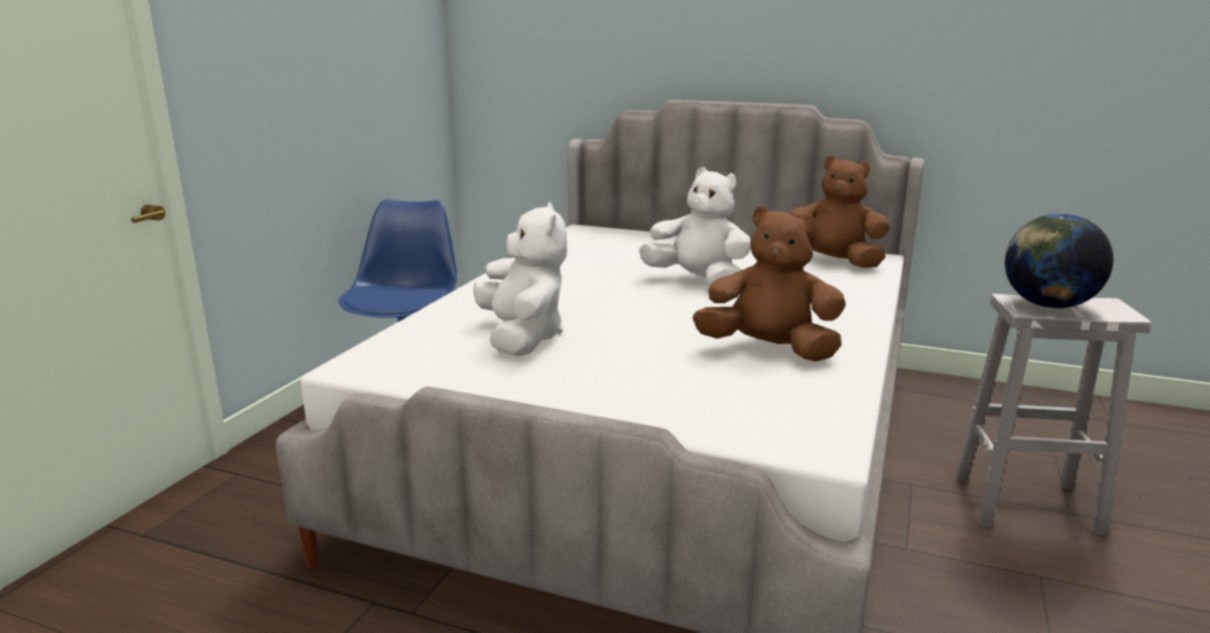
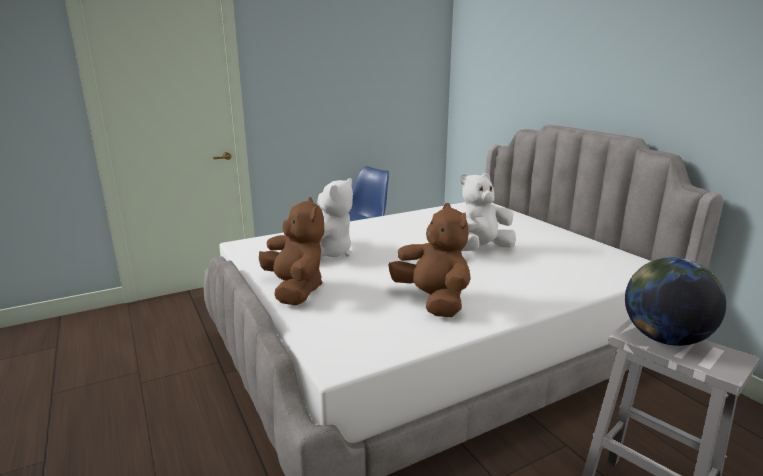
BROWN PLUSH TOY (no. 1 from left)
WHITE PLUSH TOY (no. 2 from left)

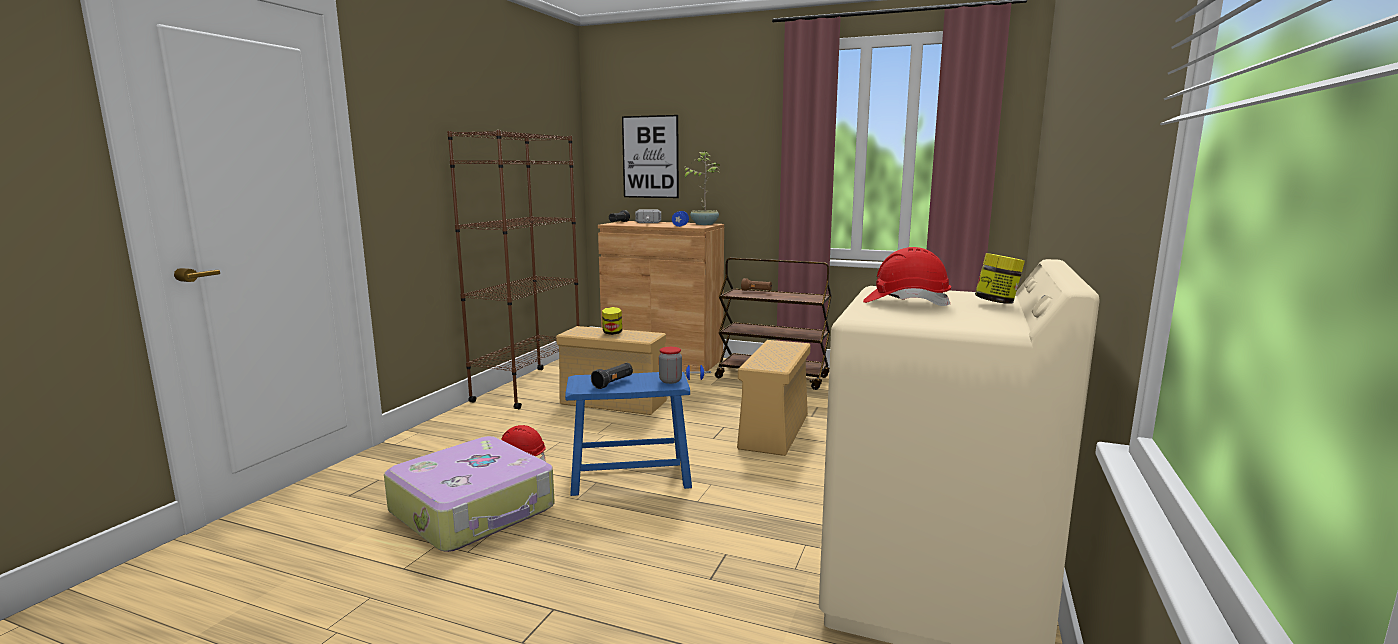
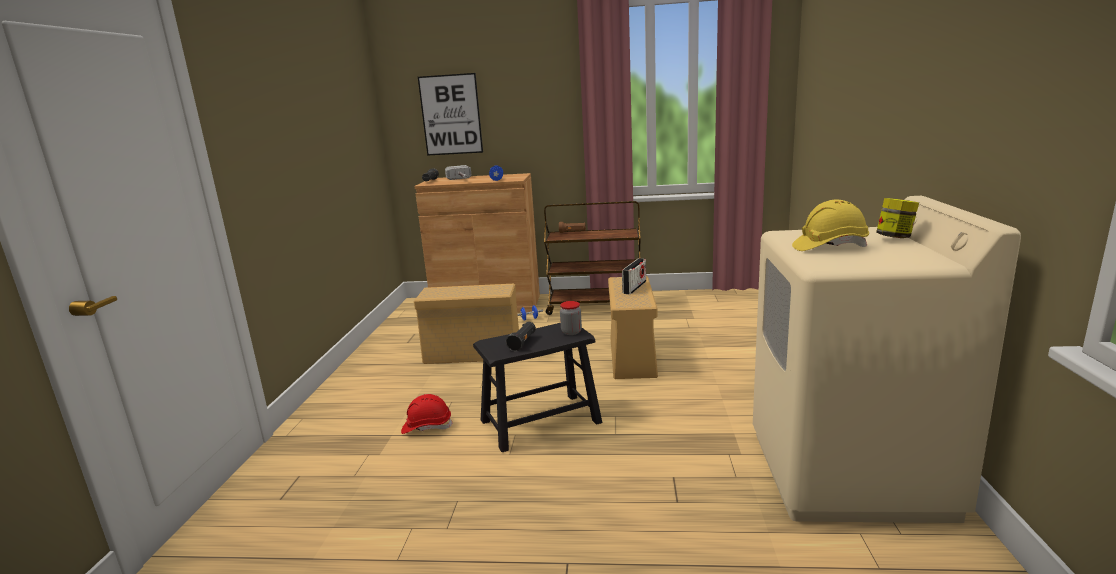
BROWN BOOKCASE
POTTED PLANT
YELLOW HARD HAT
JAR (no. 1 from left in the first image)
BLACK STOOL
SUITCASE
RADIO

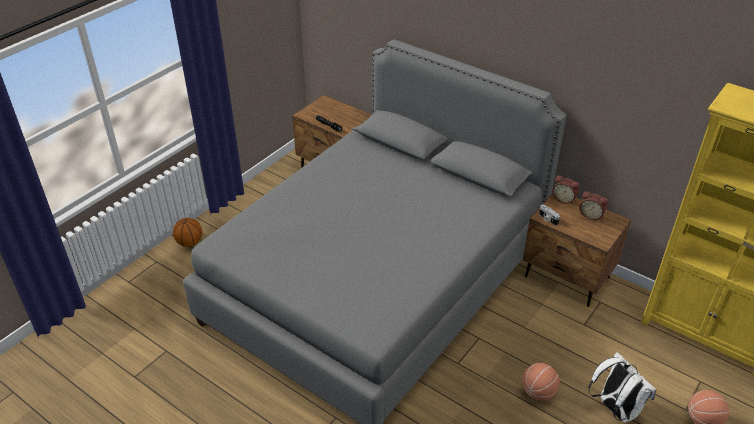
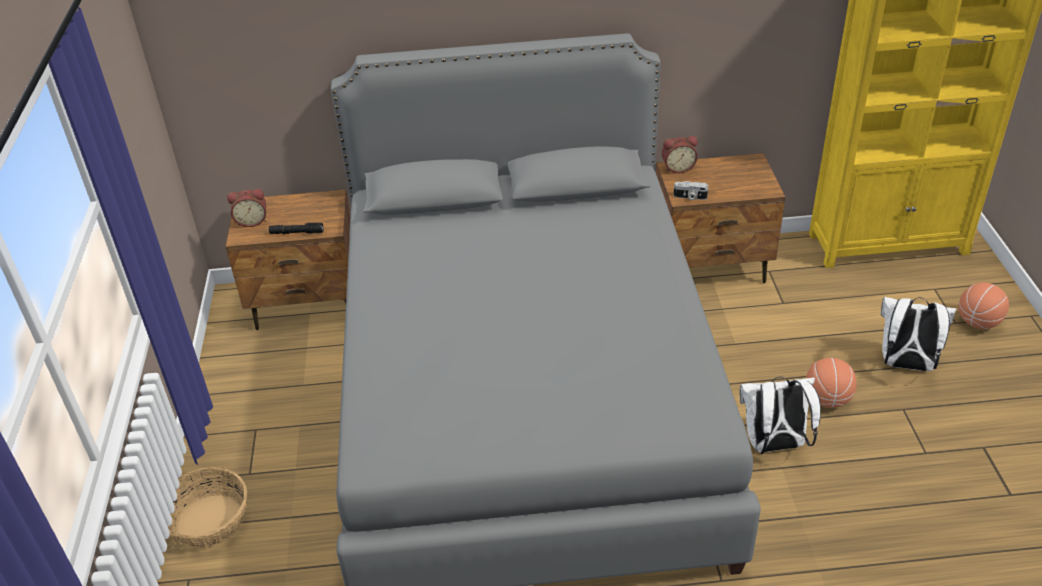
ALARM CLOCK (no. 1 from left)
BASKET
WHITE BACKPACK (no. 1 from left)

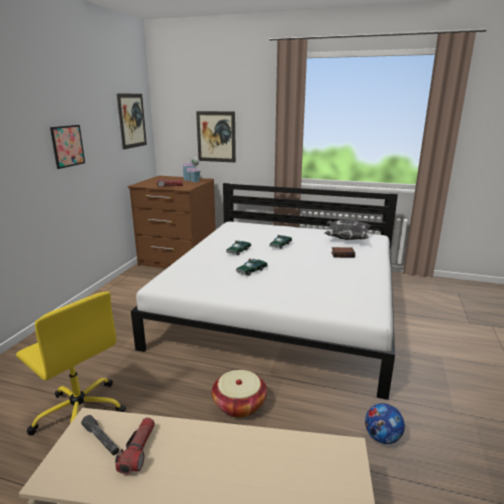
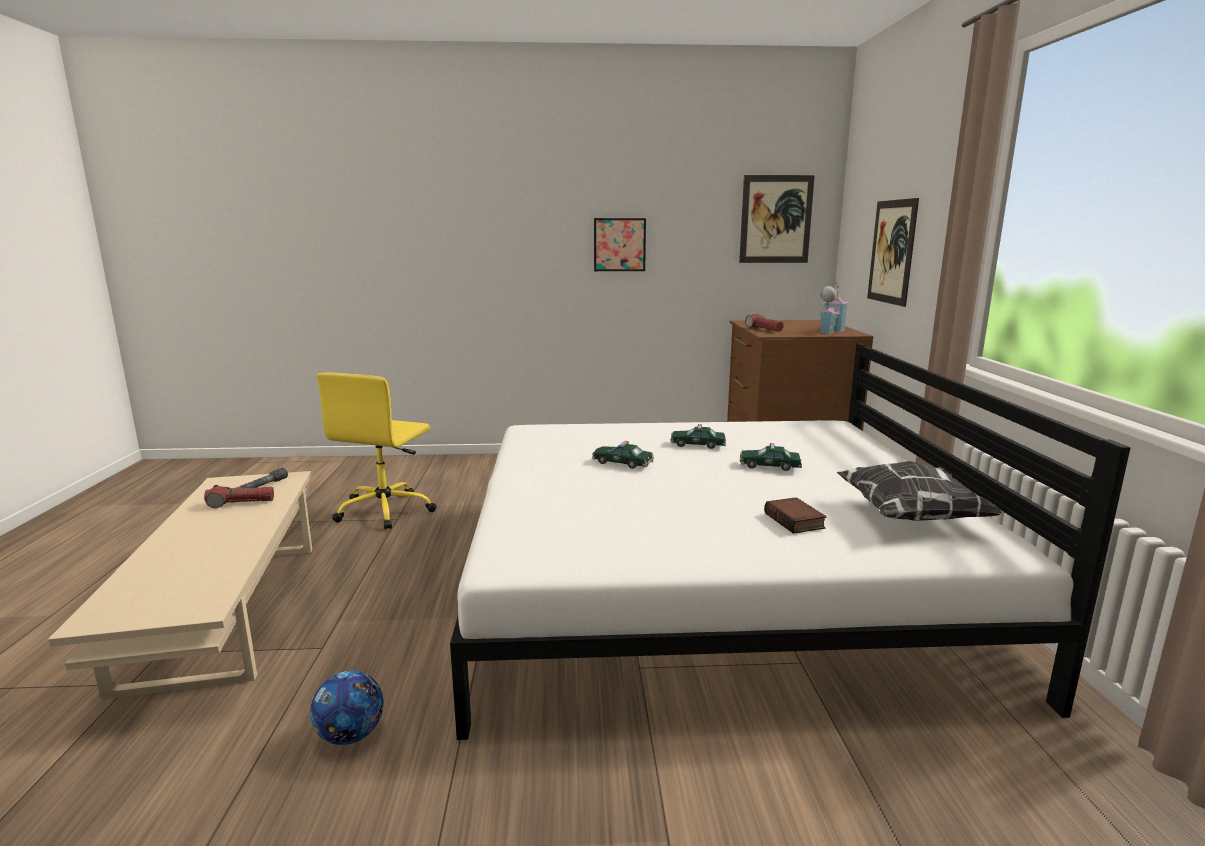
BASKET

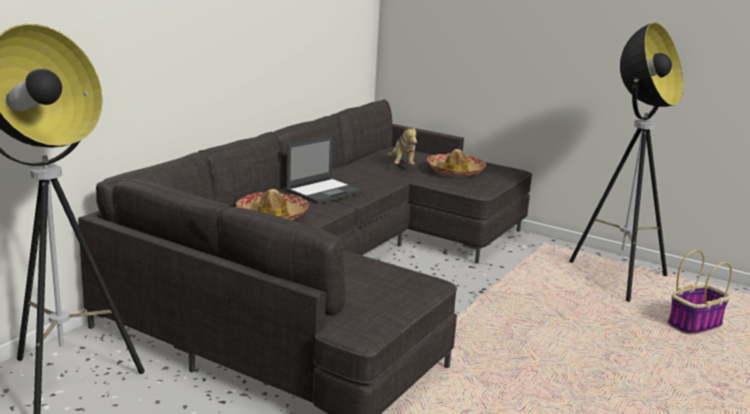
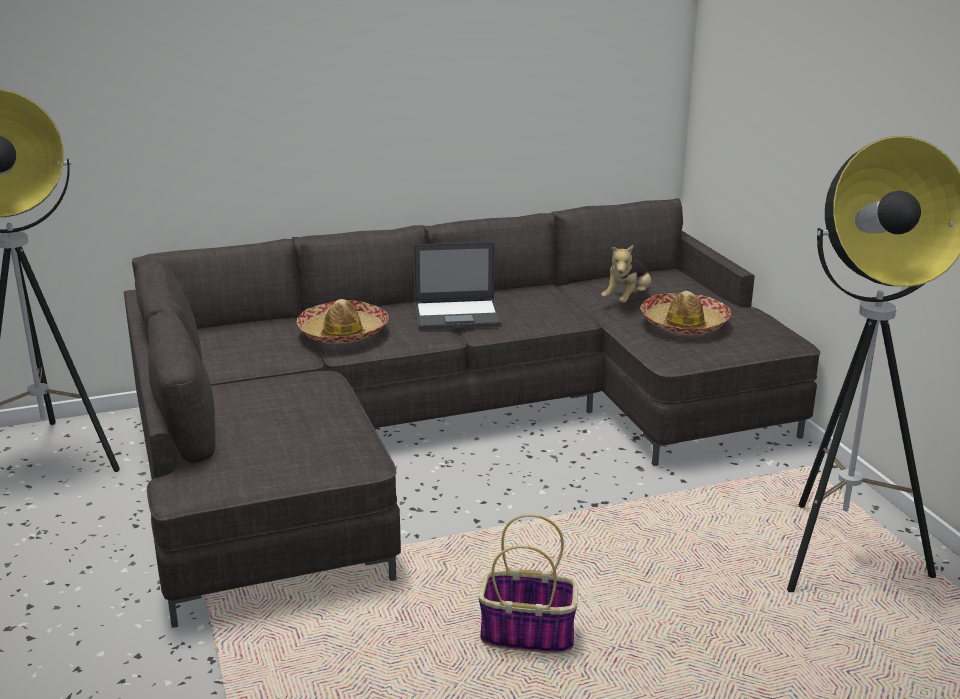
BASKET

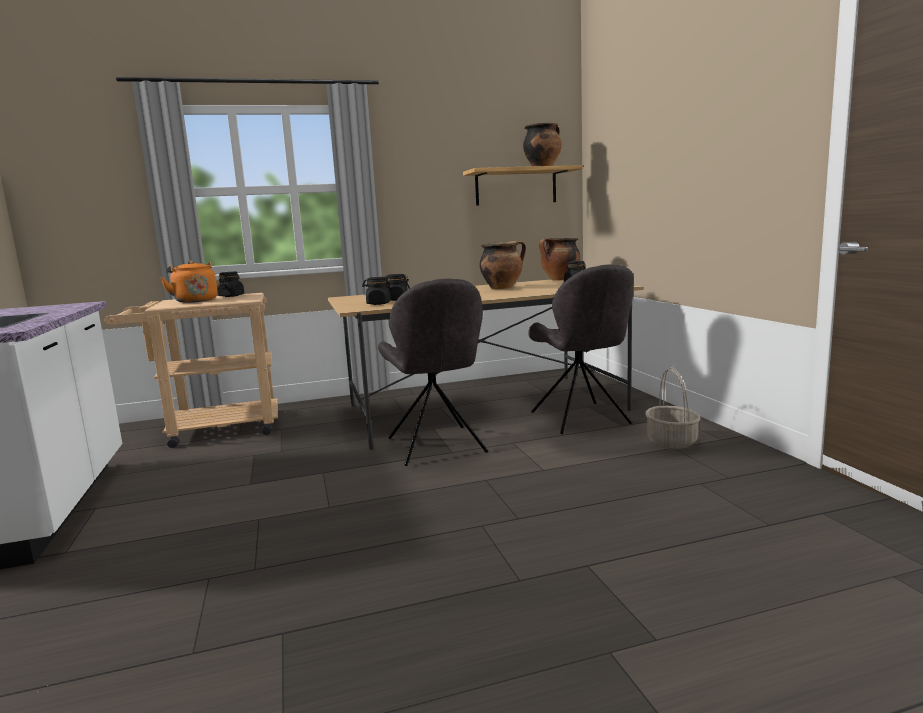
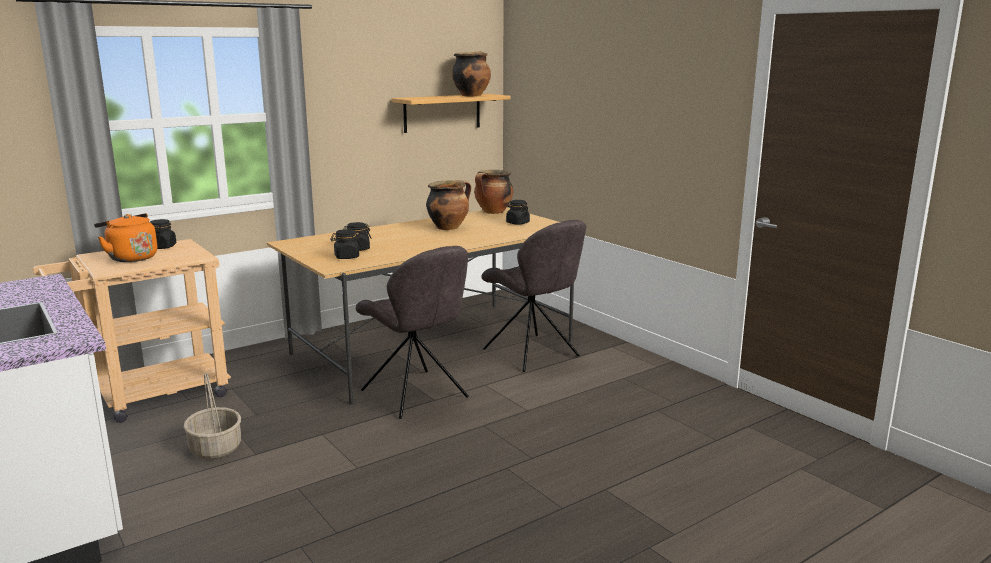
BASKET

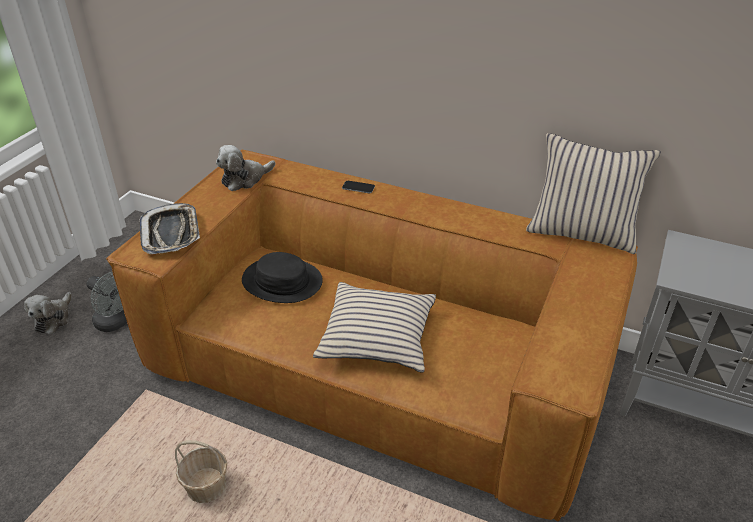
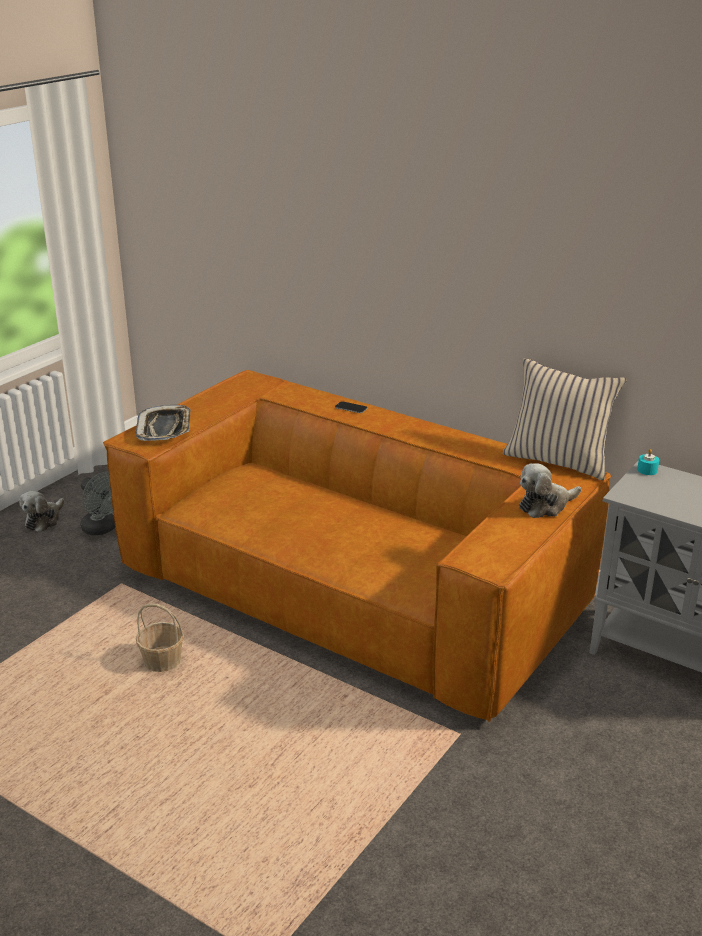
PLUSH TOY (no. 2 from left)
BLACK HAT
BEIGE PILLOW (no. 1 from left in the first image)
TURQUOISE CANDLE

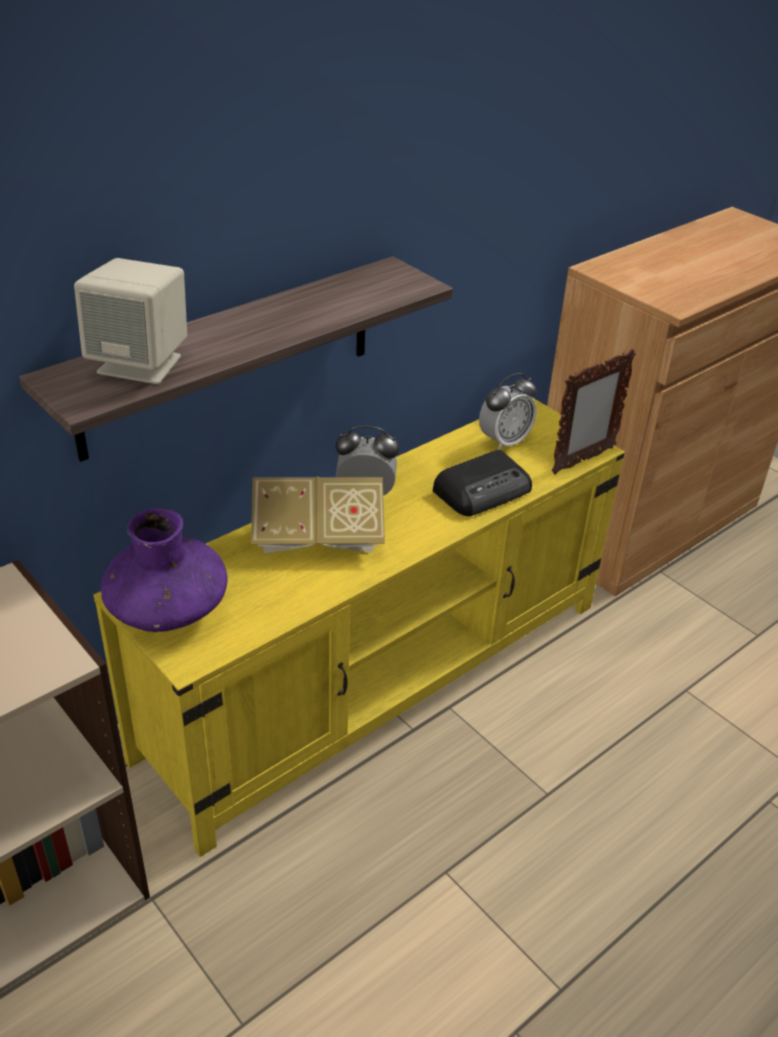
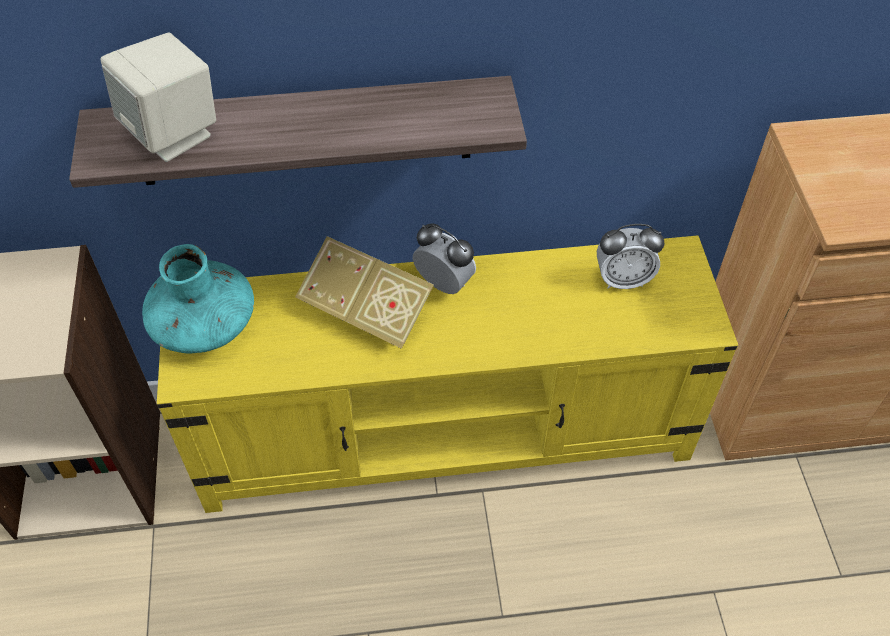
PICTURE FRAME
RADIO
TURQUOISE VASE

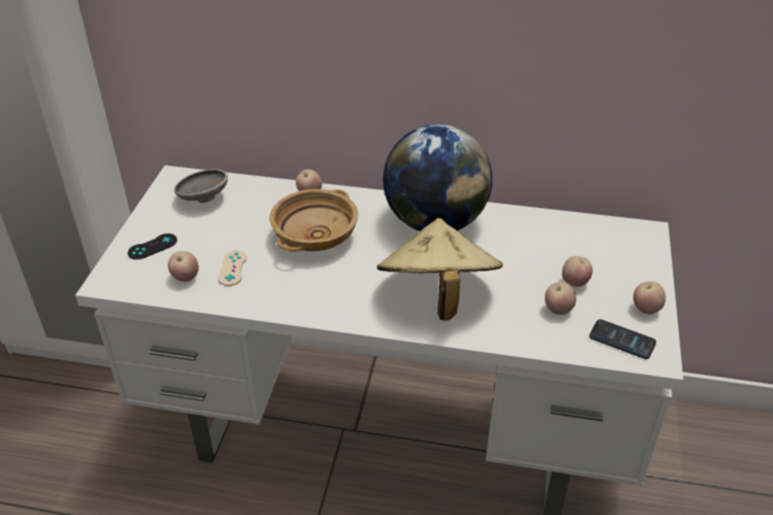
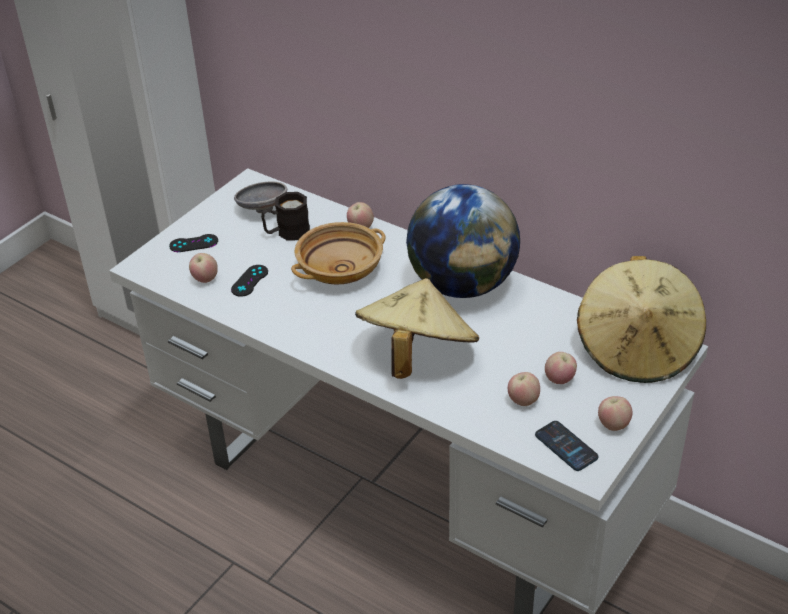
BLACK GAME CONTROLLER (no. 2 from left)
BLACK MUG
BEIGE HAT (no. 2 from left)

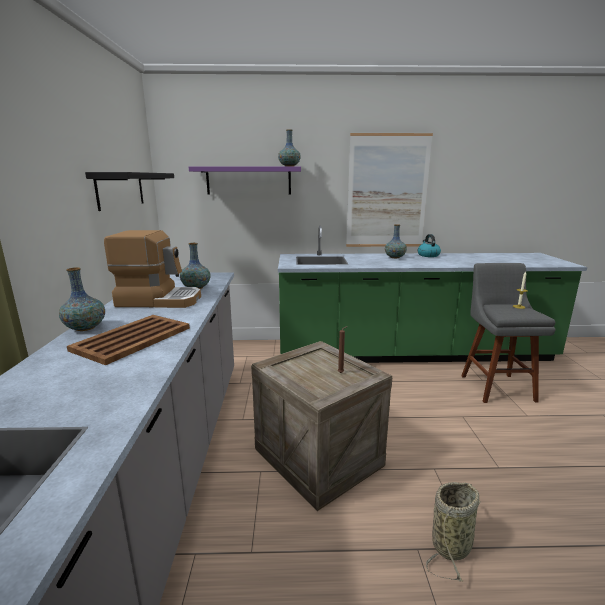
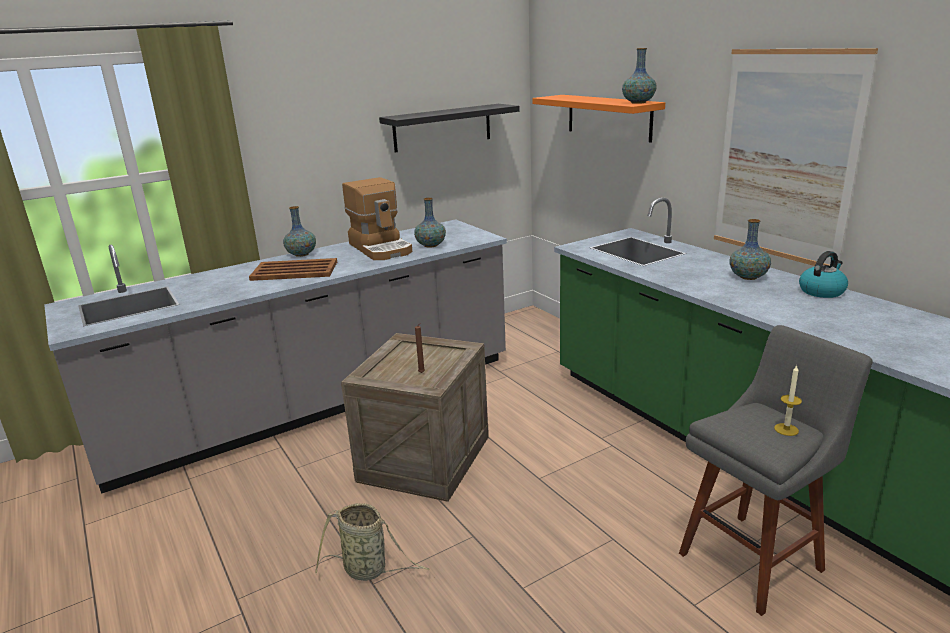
ORANGE SHELF

